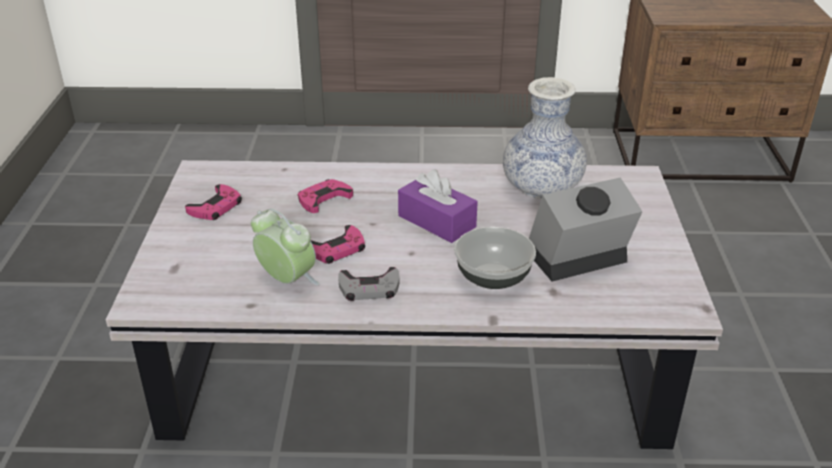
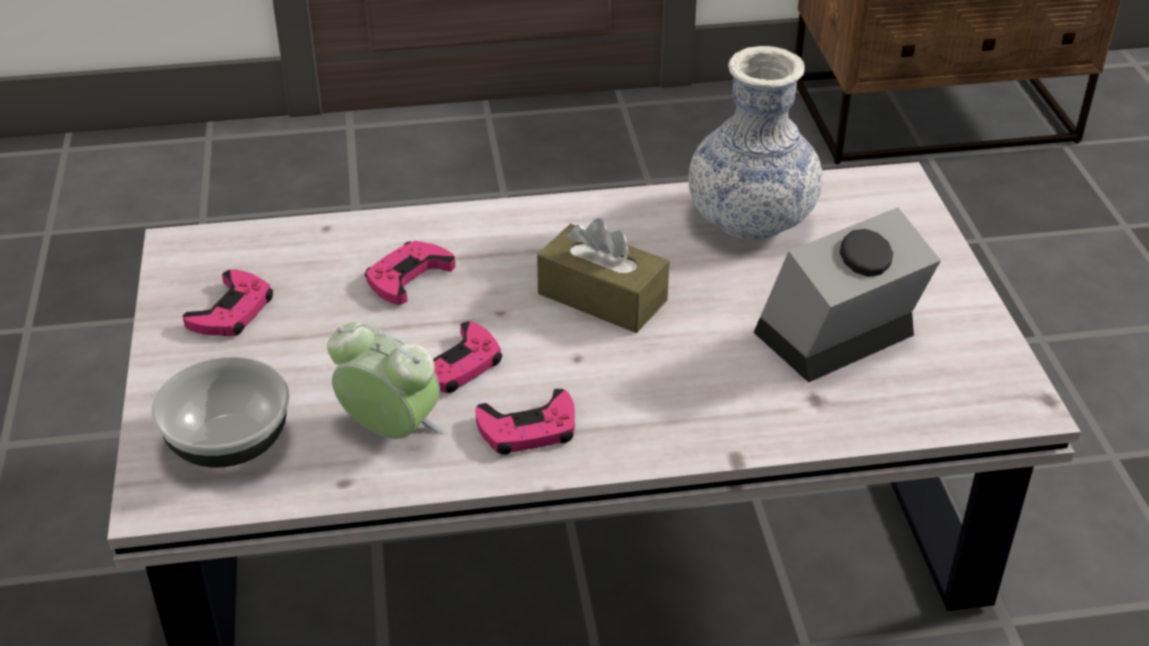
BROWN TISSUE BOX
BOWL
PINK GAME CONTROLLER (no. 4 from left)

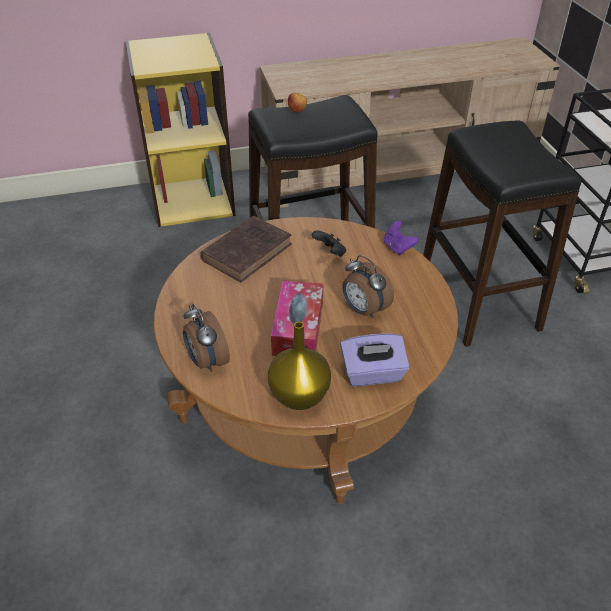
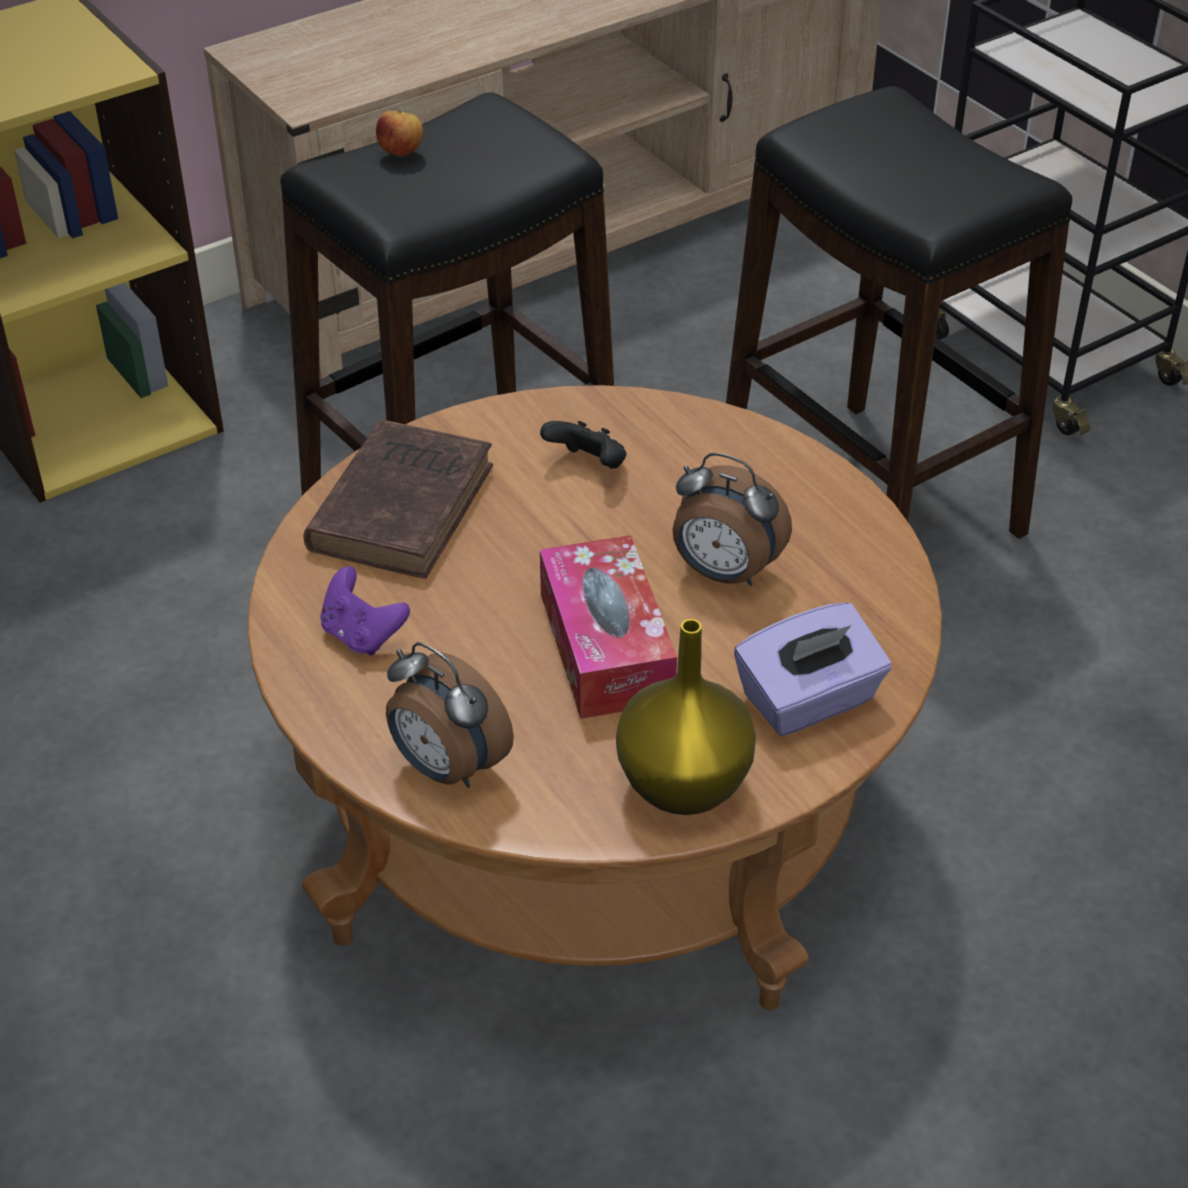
PURPLE GAME CONTROLLER

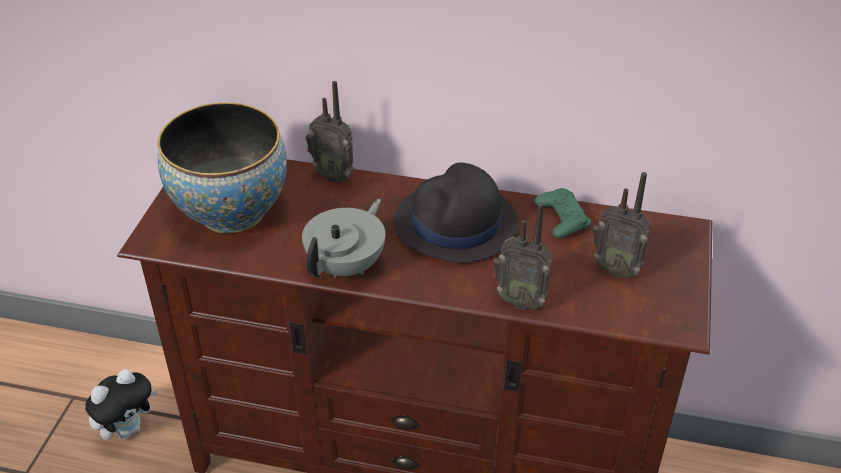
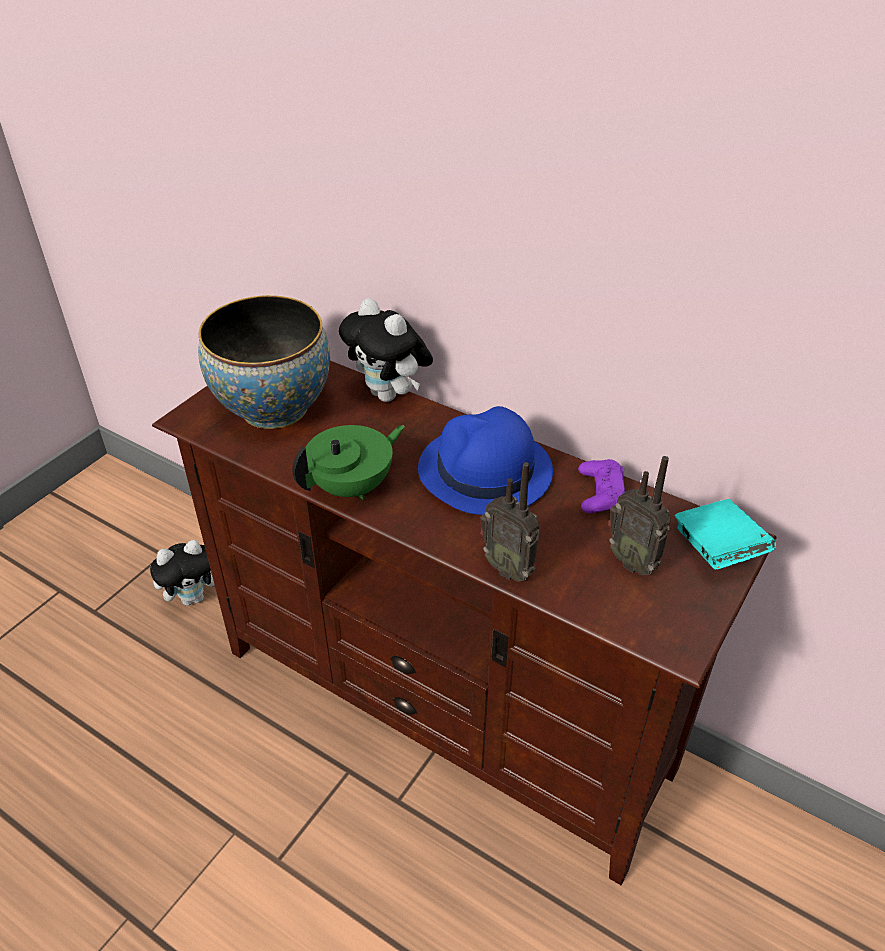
PLUSH TOY (no. 2 from left)
BLUE HAT
PURPLE GAME CONTROLLER
GREEN TEAPOT
TURQUOISE BOOK

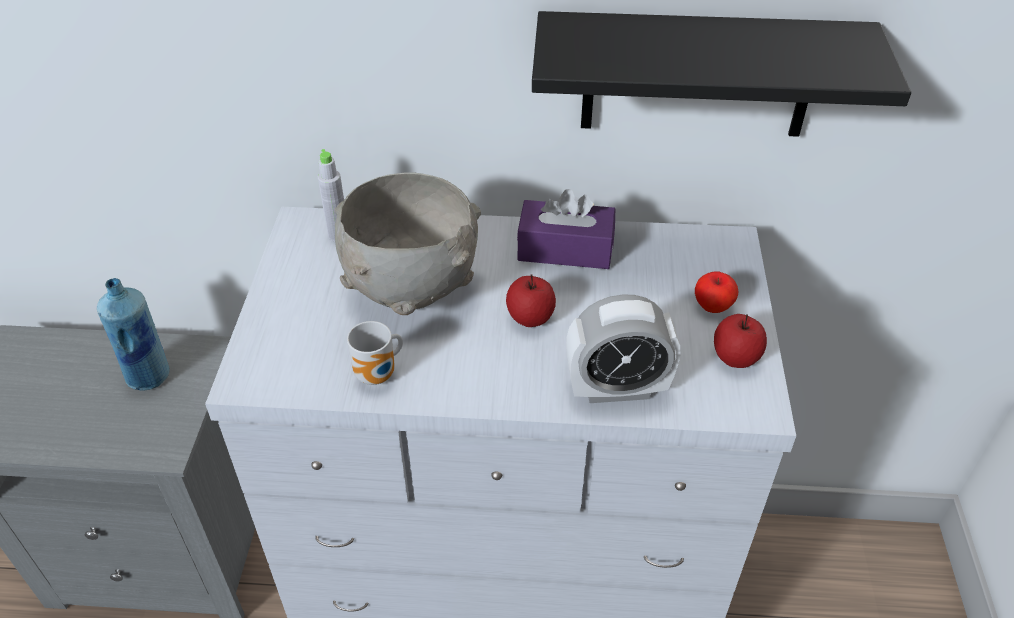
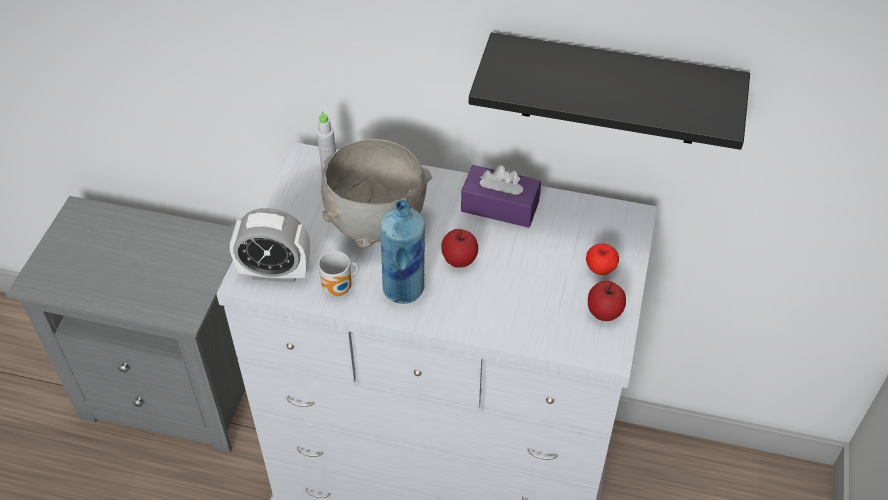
BLUE BOTTLE
ALARM CLOCK

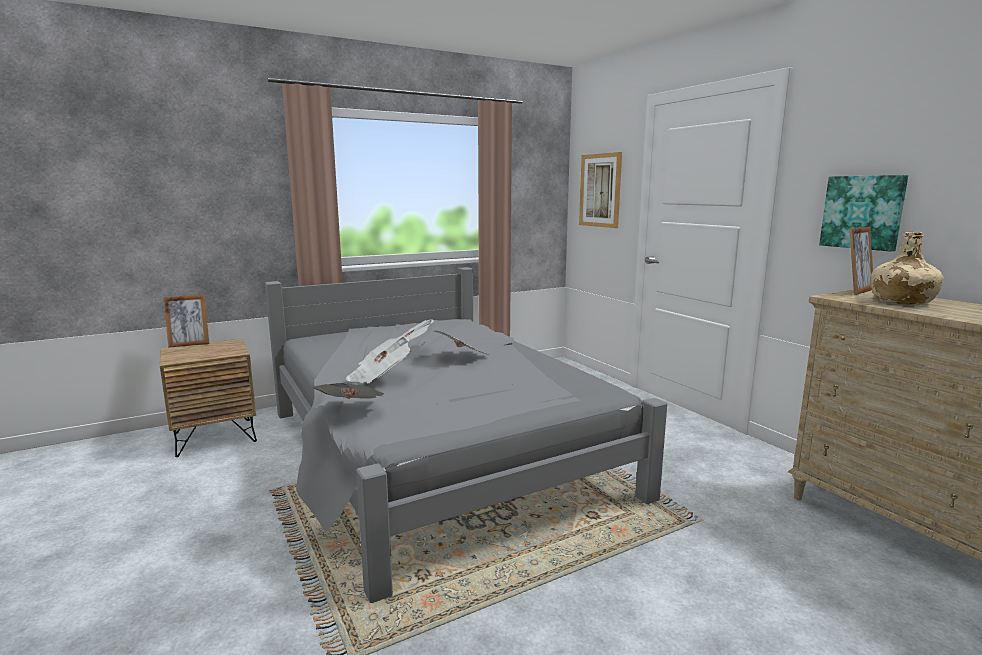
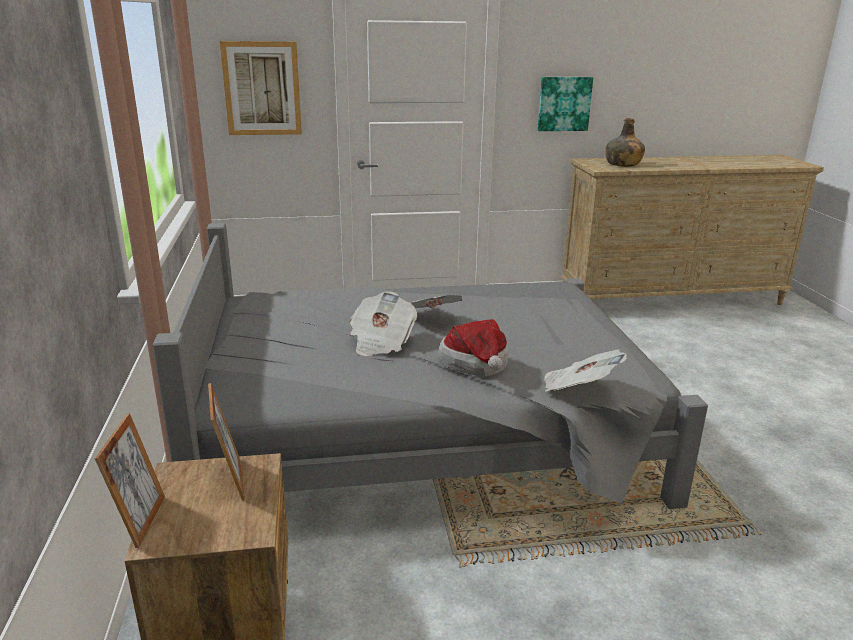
PICTURE FRAME (no. 2 from left)
GREEN BOTTLE
HAT

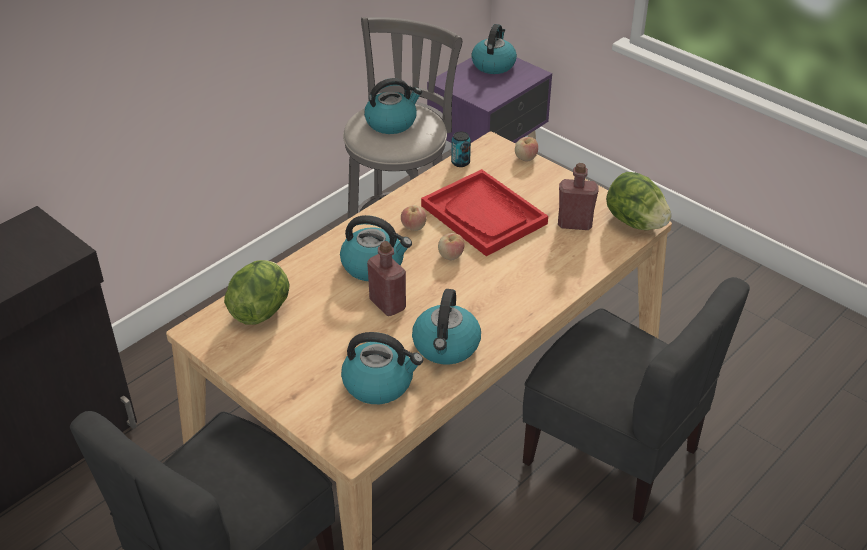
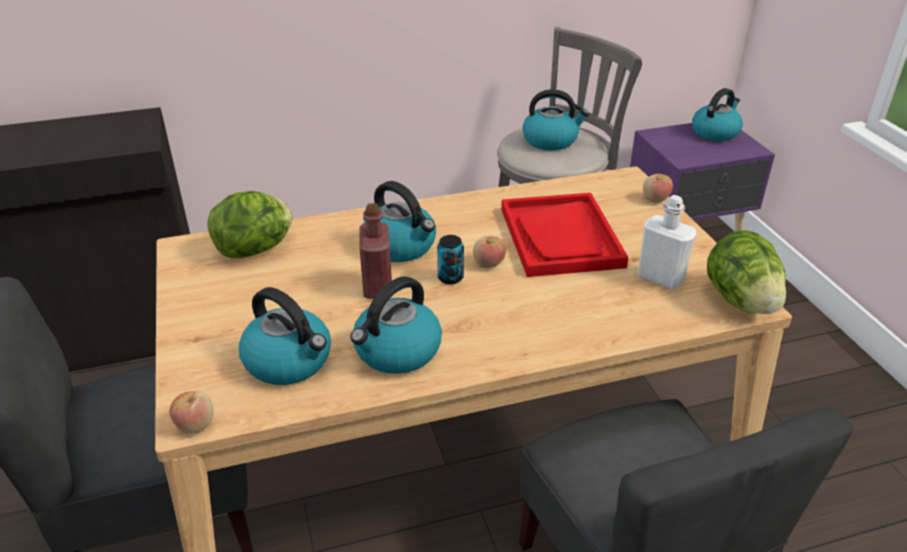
CAN
WHITE BOTTLE
APPLE (no. 1 from left)

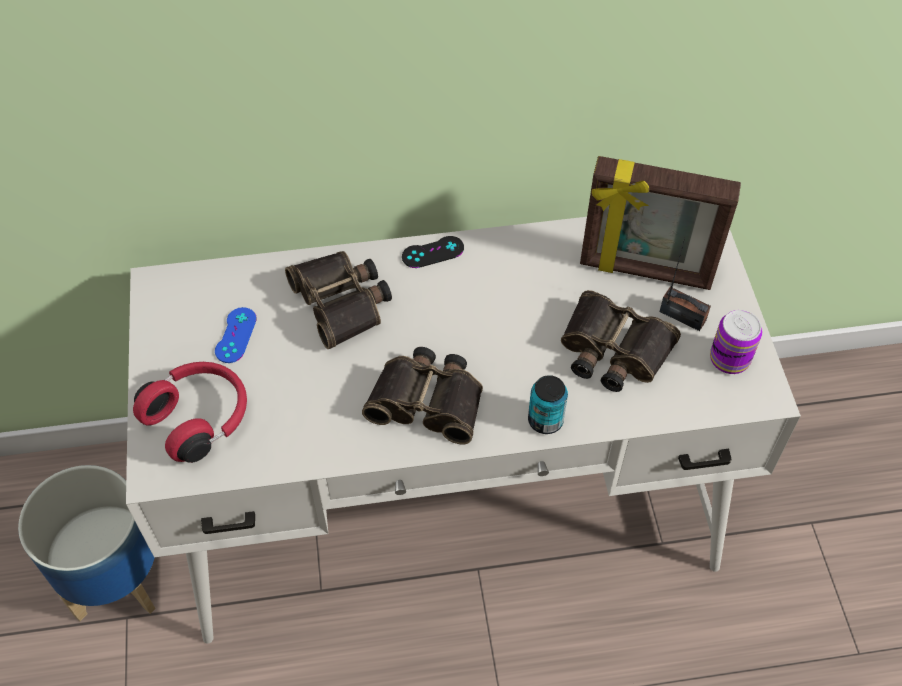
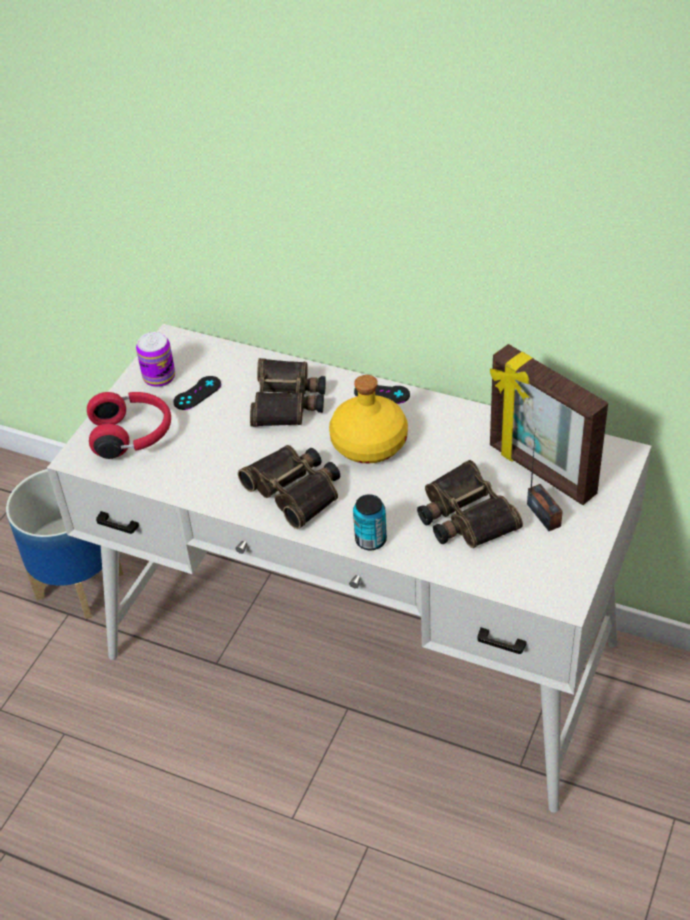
BLACK GAME CONTROLLER (no. 1 from left)
CAN (no. 1 from left)
YELLOW BOTTLE

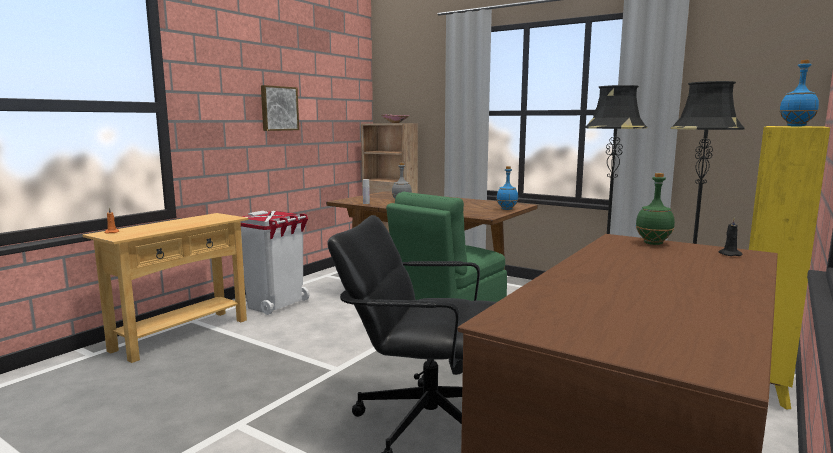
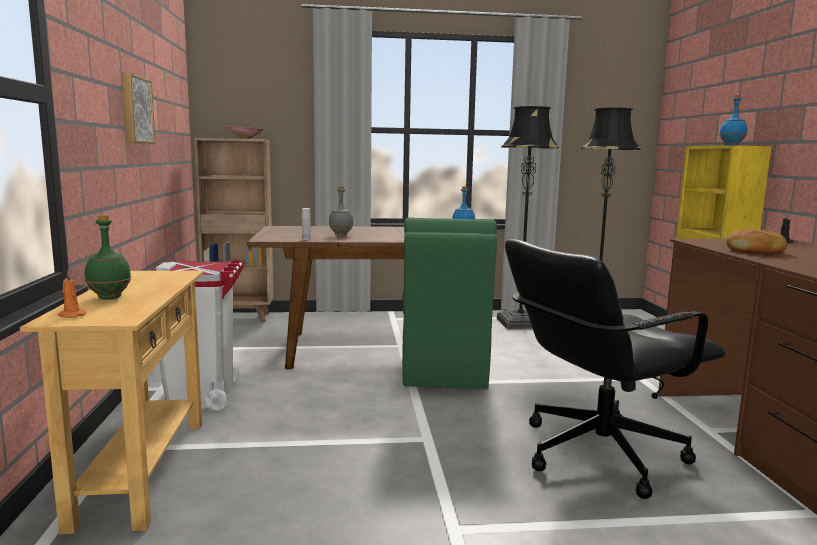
GREEN BOTTLE
BREAD

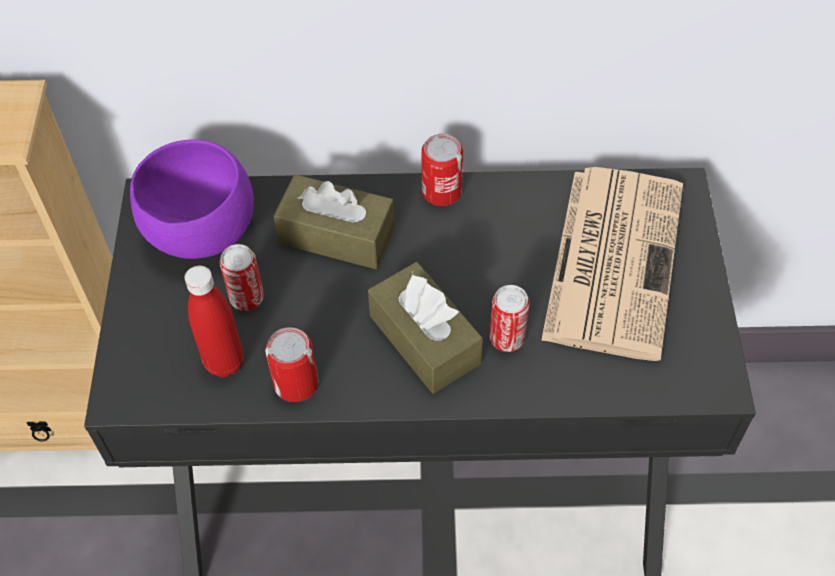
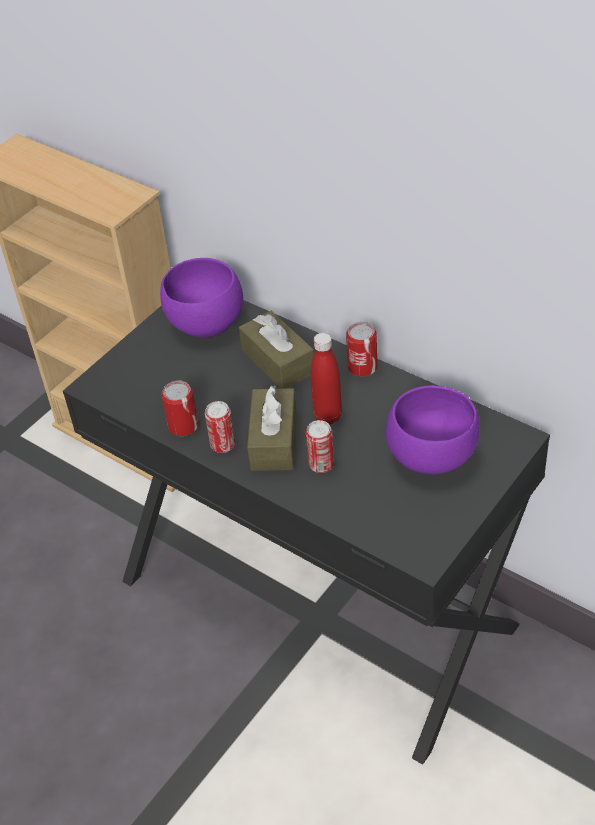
PURPLE BOWL (no. 2 from left)
CAN (no. 2 from left)
RED BOTTLE

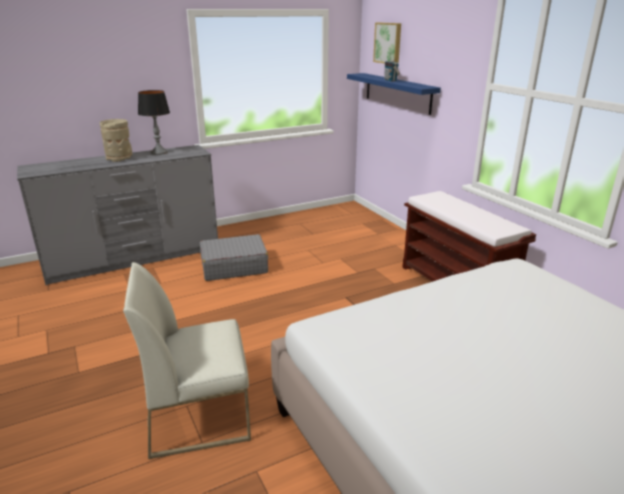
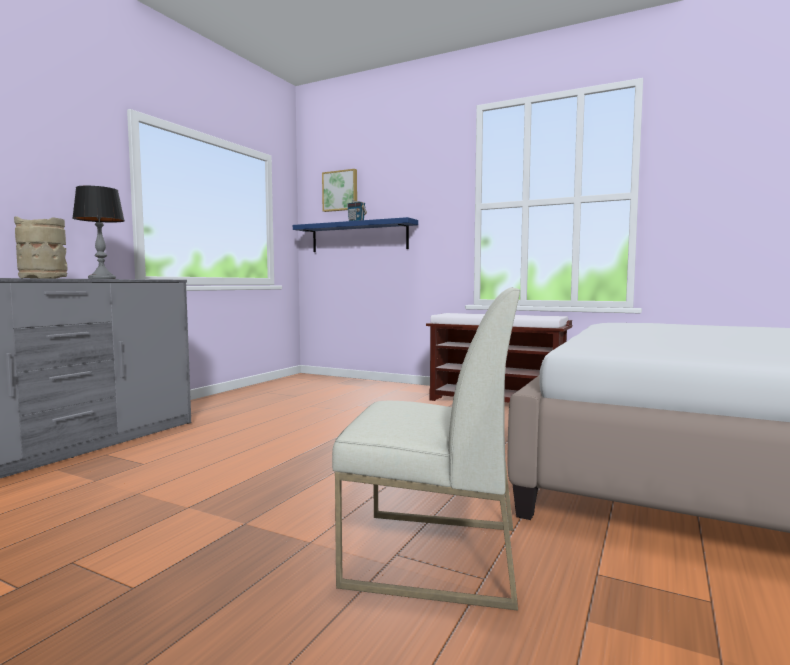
GREY SUITCASE
WHITE CHAIR

